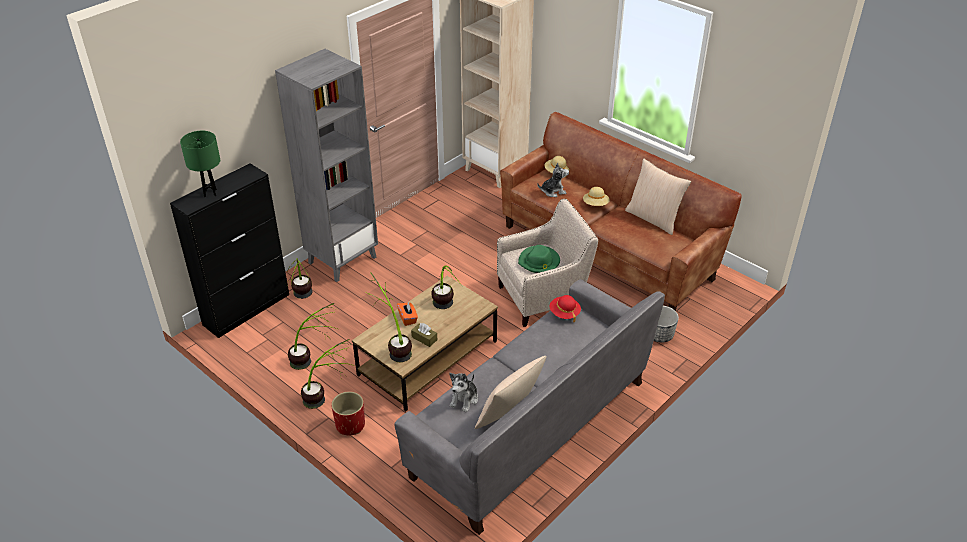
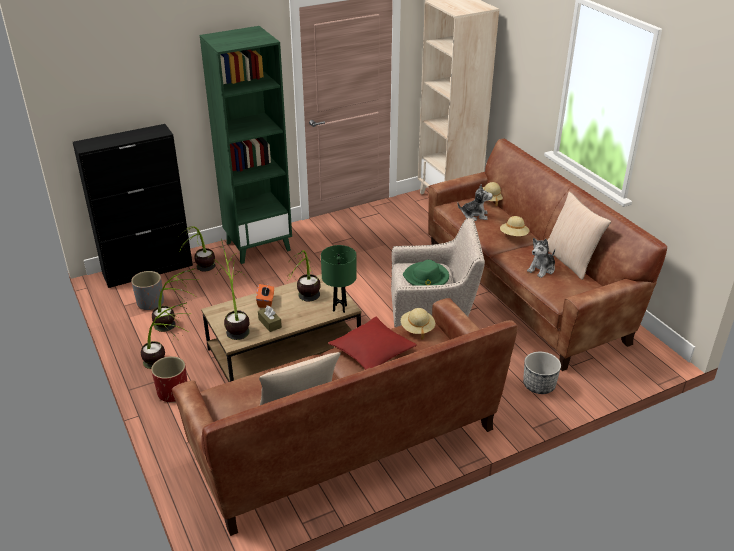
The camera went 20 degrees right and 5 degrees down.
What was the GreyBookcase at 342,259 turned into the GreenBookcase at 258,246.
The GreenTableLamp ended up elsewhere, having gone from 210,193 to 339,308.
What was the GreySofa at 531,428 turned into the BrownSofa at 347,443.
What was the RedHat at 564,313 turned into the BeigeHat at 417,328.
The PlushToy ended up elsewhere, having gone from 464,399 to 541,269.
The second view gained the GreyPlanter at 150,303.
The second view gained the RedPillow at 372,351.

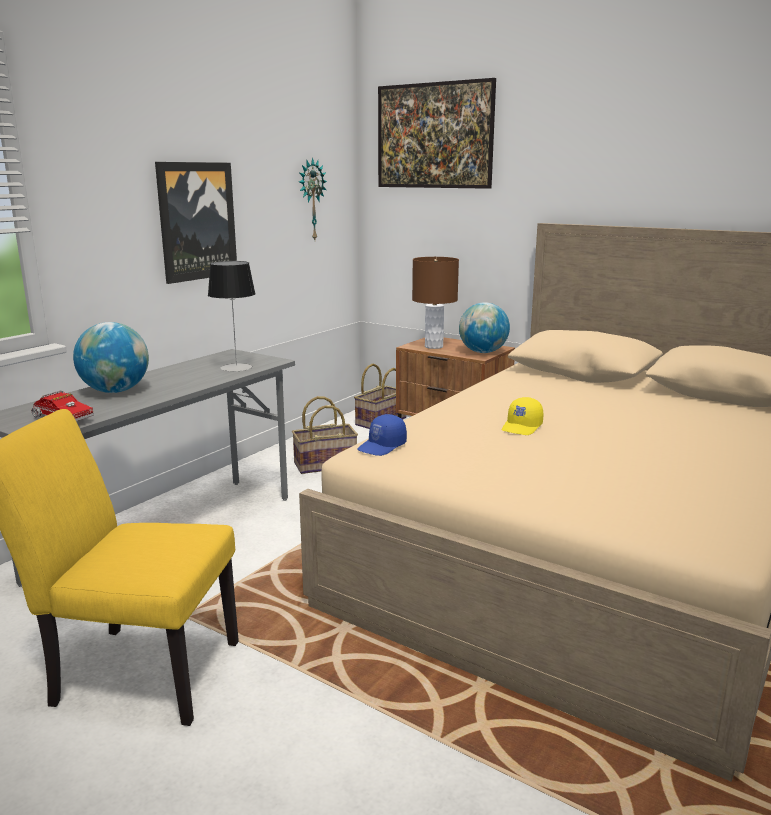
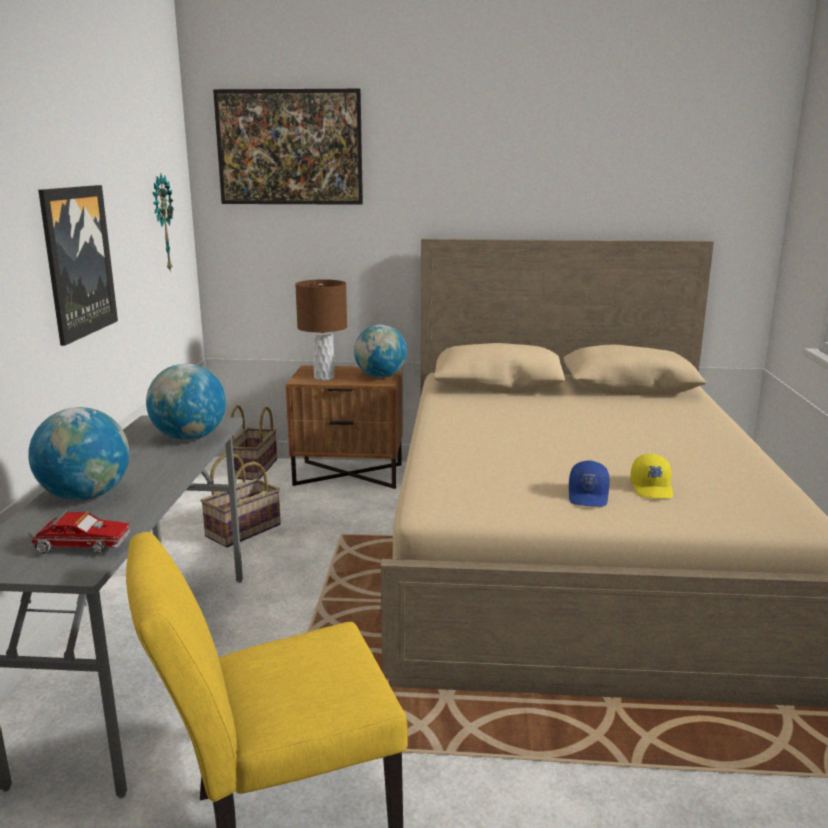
The camera went 30 degrees left and 0 degrees up.
Where the TableLamp stood at 236,367, the Globe came to stand at 189,438.
The YellowCap ended up elsewhere, having gone from 522,427 to 652,488.
The BlueCap ended up elsewhere, having gone from 382,447 to 589,496.

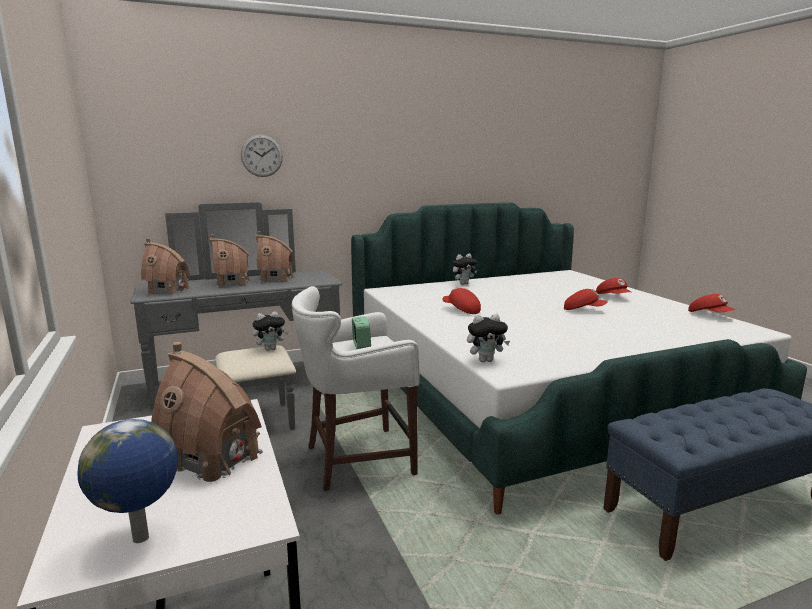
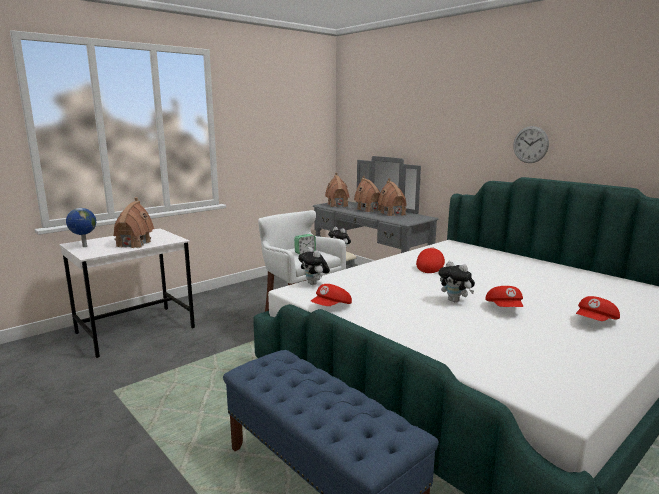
The camera went 70 degrees right and 0 degrees up.
The WallClock ended up elsewhere, having gone from 261,156 to 530,144.
The PlushToy ended up elsewhere, having gone from 463,284 to 455,301.
The RedCap ended up elsewhere, having gone from 710,315 to 331,307.

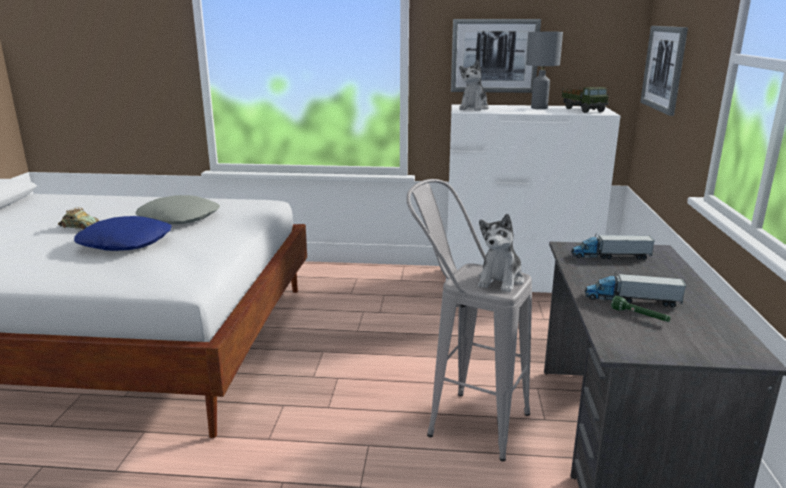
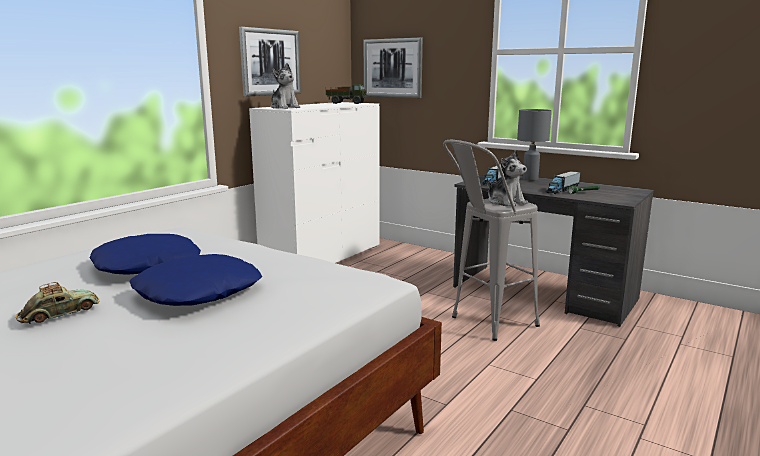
The camera went 60 degrees left and 5 degrees down.
The GreyTableLamp ended up elsewhere, having gone from 538,108 to 530,179.
What was the GreyPillow at 180,218 turned into the BluePillow at 147,265.

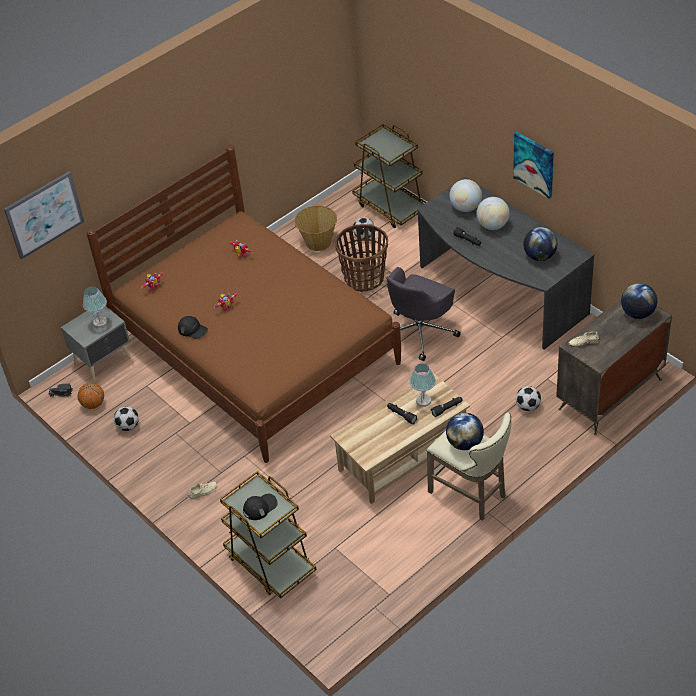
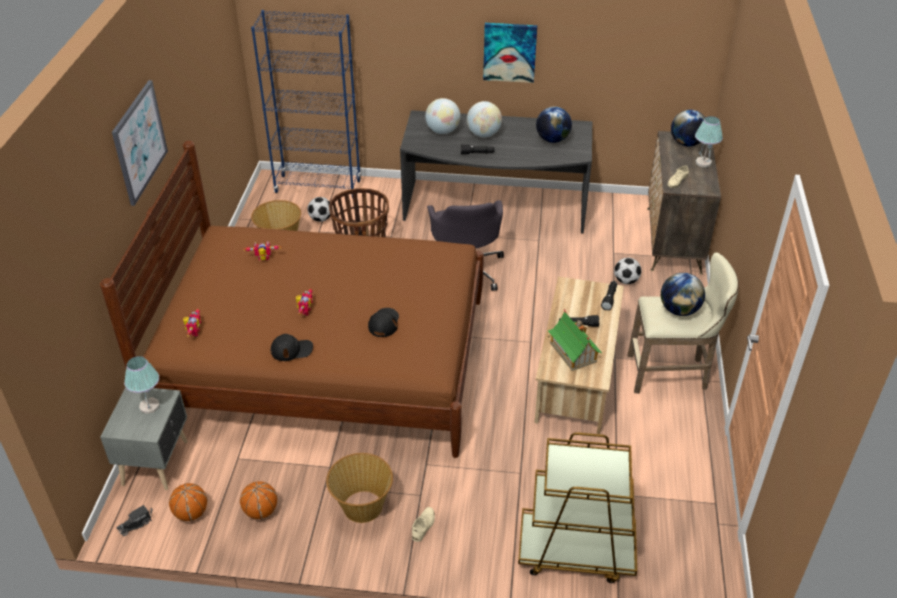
The camera went 45 degrees left and 5 degrees down.
Where the BrownCart stood at 390,206, the BlueBookcase came to stand at 318,186.
The Picture ended up elsewhere, having gone from 44,214 to 139,142.
The TableLamp ended up elsewhere, having gone from 423,400 to 703,163.
Where the Football stood at 128,426, the Basketball came to stand at 261,511.
The BlackCap ended up elsewhere, having gone from 260,507 to 384,323.
The second view gained the ToyHouse at 573,352.
The second view gained the Basket at 362,507.

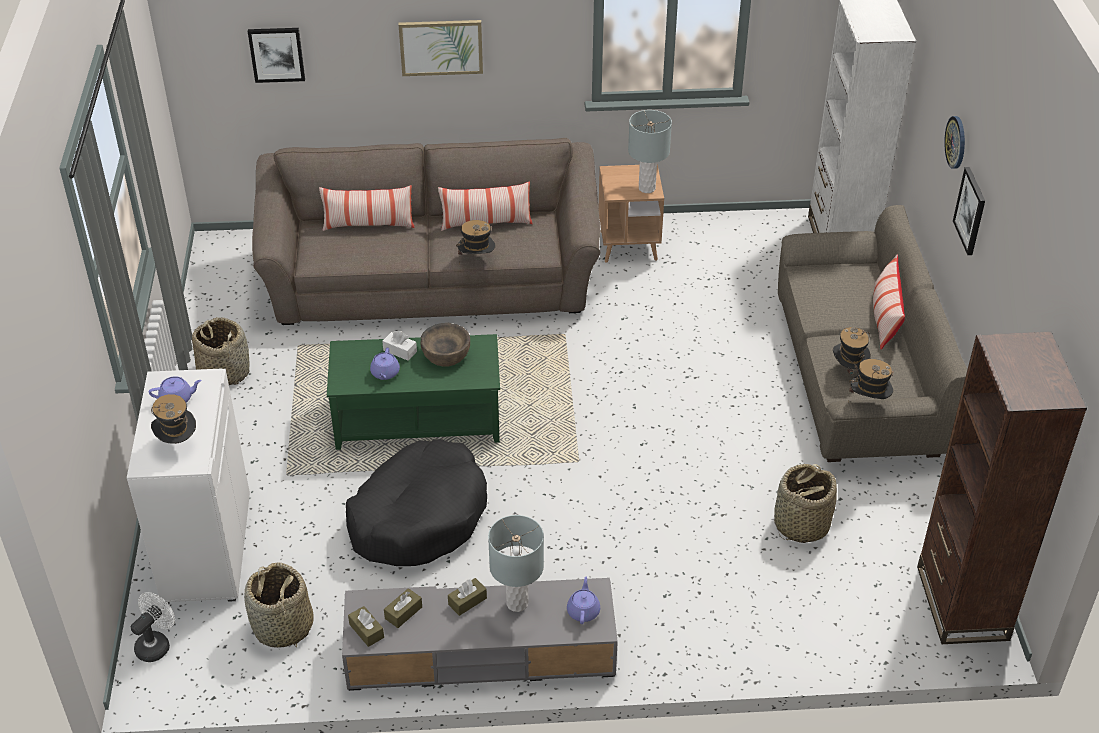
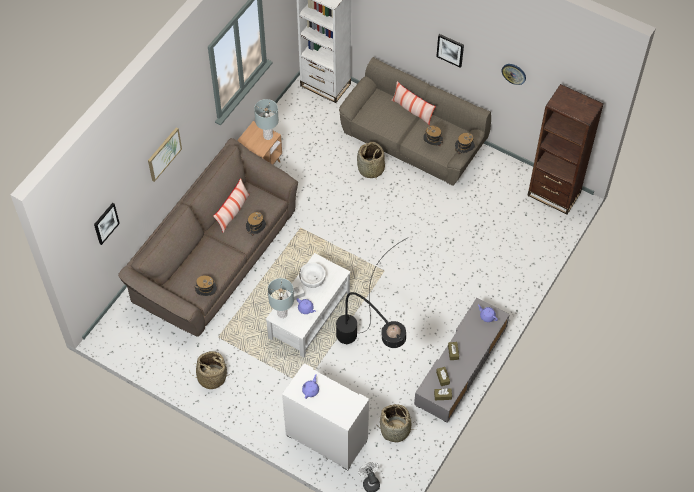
The camera went 55 degrees left and 15 degrees up.
The WallClock ended up elsewhere, having gone from 956,142 to 514,73.
The second view lost the Pillow at 368,225.
What was the BrownBowl at 446,354 turned into the WhiteBowl at 312,279.
What was the GreenCoffeeTable at 418,417 turned into the WhiteCoffeeTable at 308,314.
The Hat ended up elsewhere, having gone from 177,443 to 206,293.
Where the BlackDogBed stood at 418,517, the BlackFloorLamp came to stand at 370,347.
The Basket ended up elsewhere, having gone from 800,524 to 371,169.
The GreyTableLamp ended up elsewhere, having gone from 517,603 to 282,314.

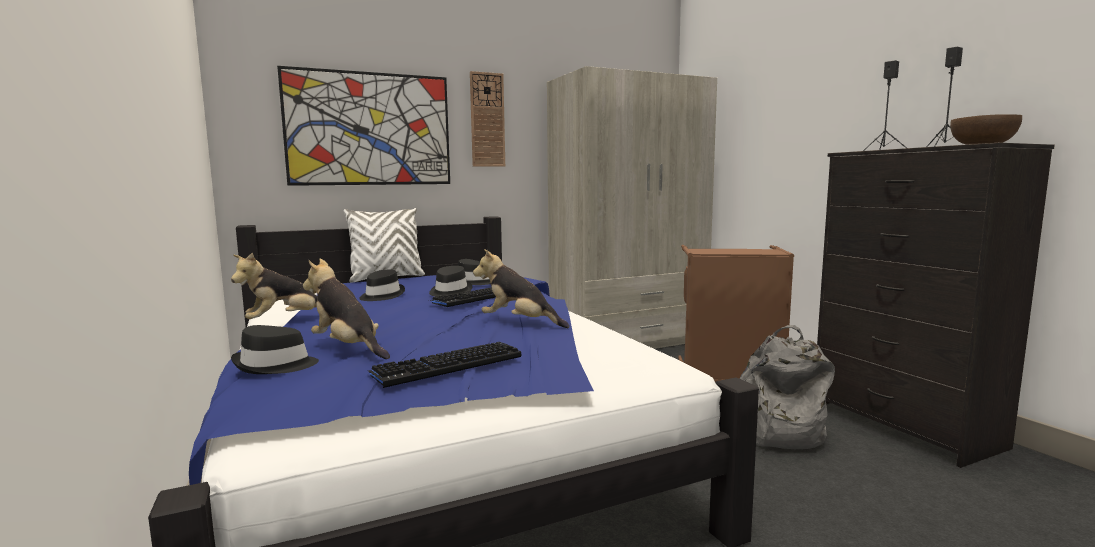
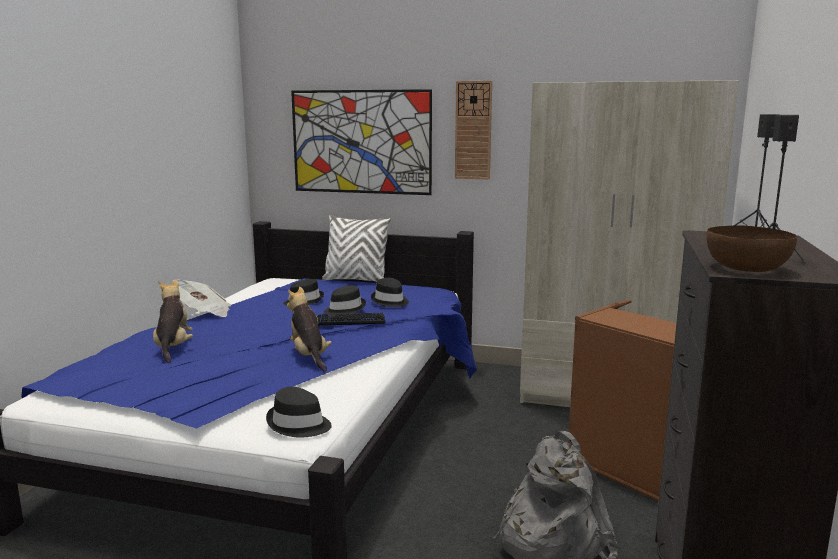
The camera went 40 degrees right and 5 degrees up.
Where the PlushToy stood at 285,321, the Newspaper came to stand at 203,313.
The BlackHat ended up elsewhere, having gone from 275,366 to 298,425.
The second view lost the Keyboard at 447,365.

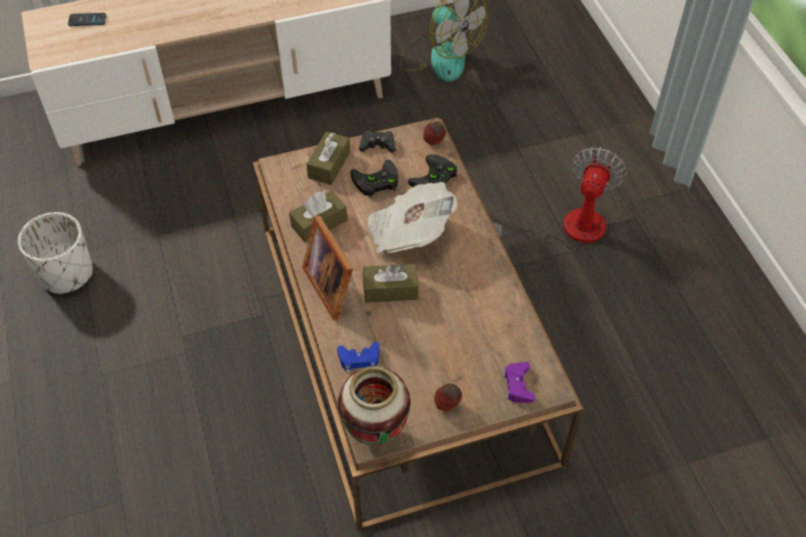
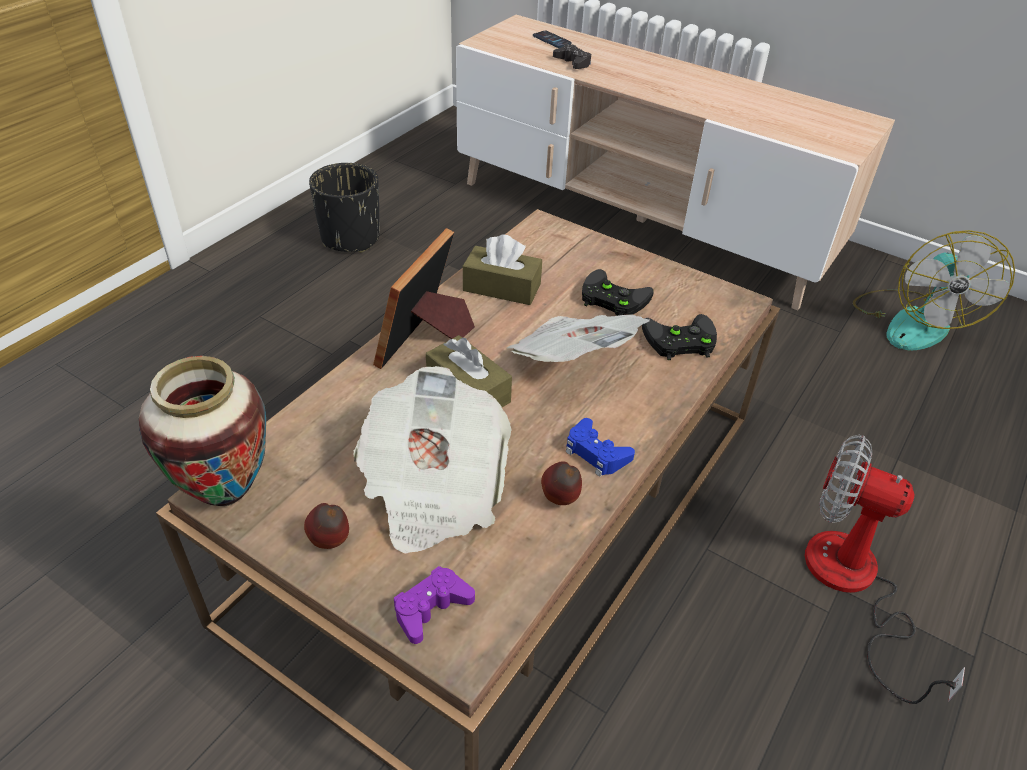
The camera went 50 degrees right and 10 degrees down.
The Apple ended up elsewhere, having gone from 434,142 to 560,500.
The BlackGameController ended up elsewhere, having gone from 377,145 to 572,62.
The second view lost the BrownTissueBox at 329,165.
The Fan at 568,230 ended up facing another way, 135 degrees counterclockwise from before.
What was the WhitePlanter at 66,273 turned into the BlackPlanter at 351,238.
The BlueGameController ended up elsewhere, having gone from 359,359 to 596,453.
The second view gained the Newspaper at 433,488.

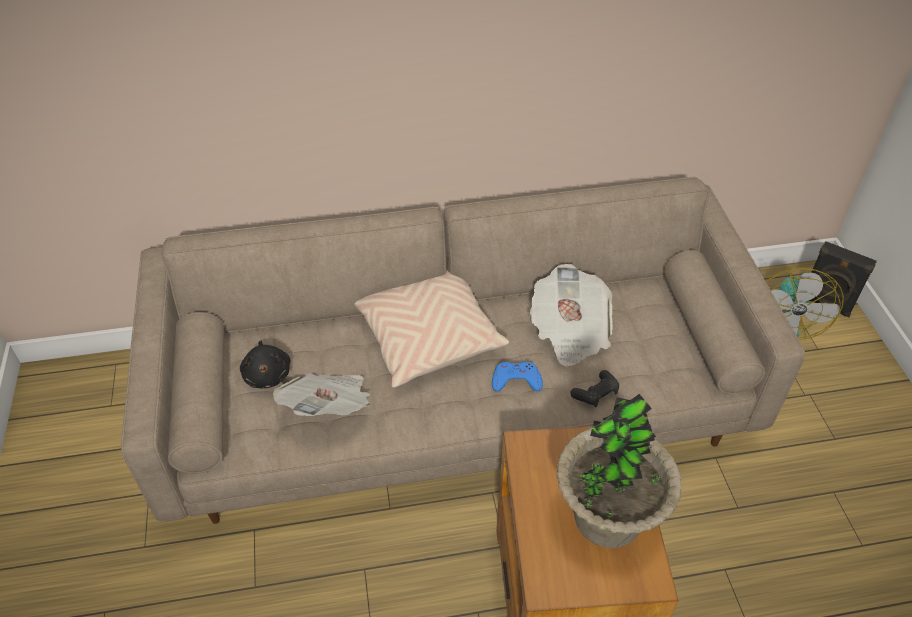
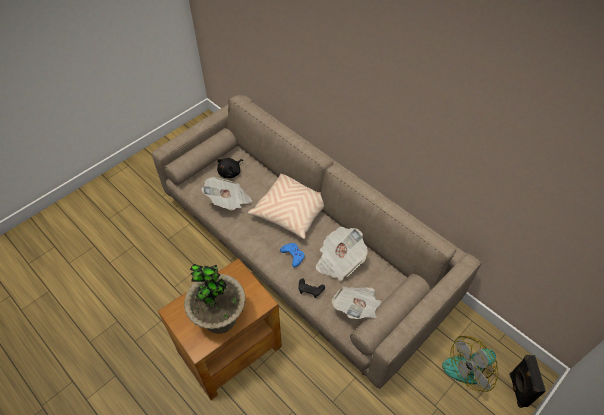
The camera went 55 degrees right and 5 degrees up.
The second view gained the Newspaper at 357,307.

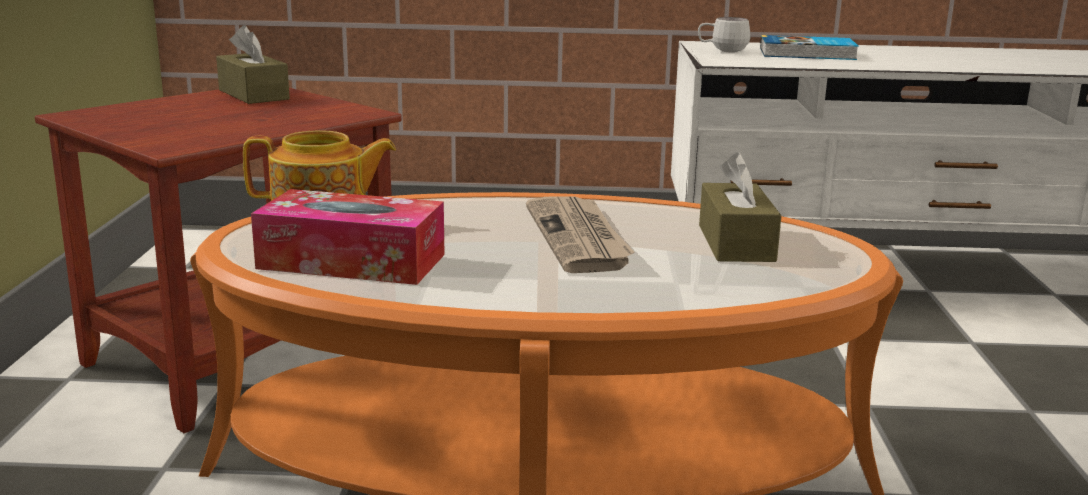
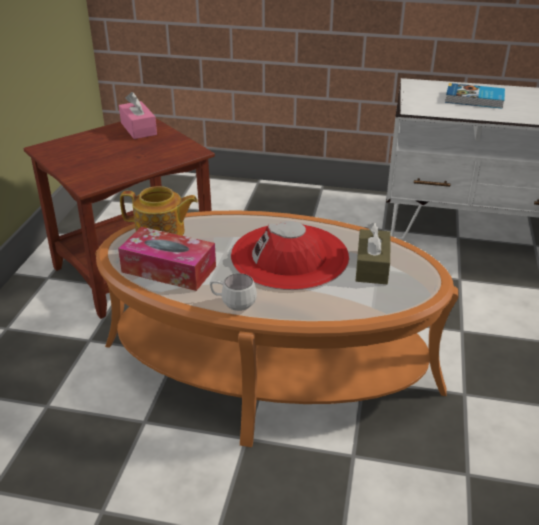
The camera went 10 degrees right and 15 degrees up.
The WhiteMug ended up elsewhere, having gone from 722,51 to 233,304.
What was the BrownTissueBox at 253,95 turned into the PinkTissueBox at 138,129.
Where the Newspaper stood at 579,238, the RedHat came to stand at 290,256.

